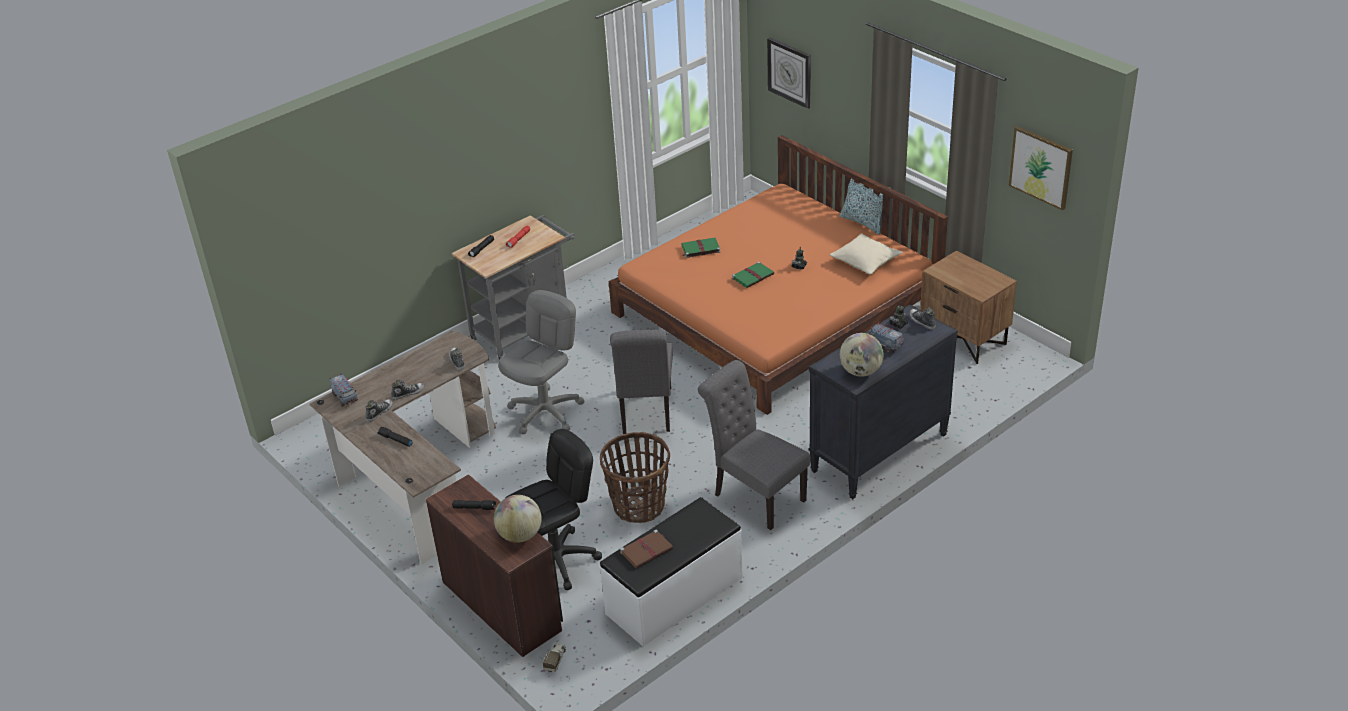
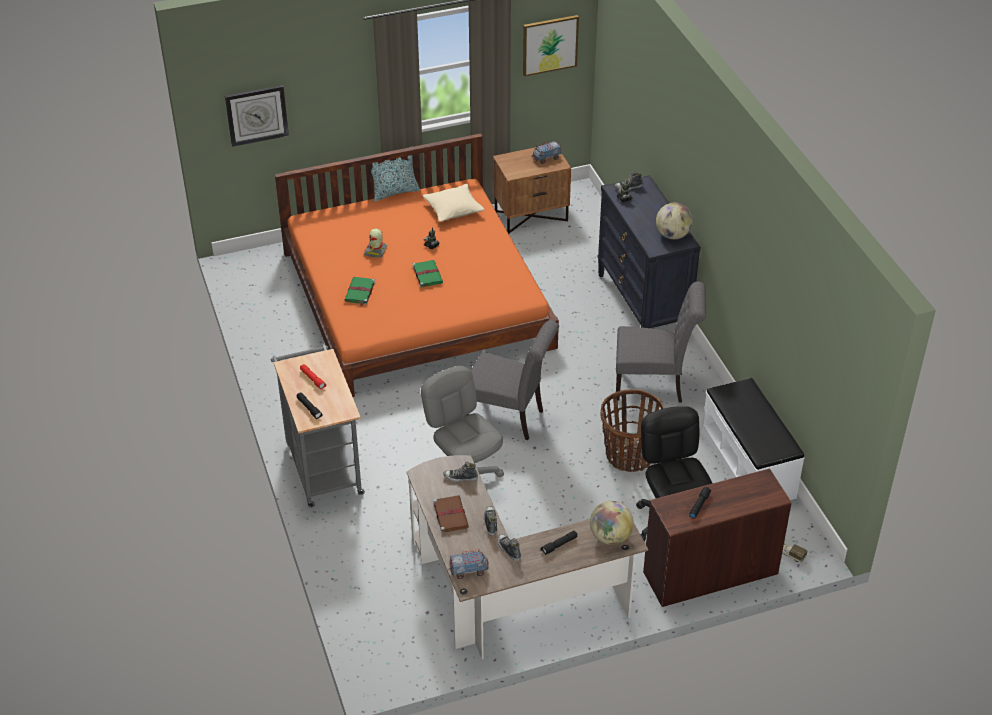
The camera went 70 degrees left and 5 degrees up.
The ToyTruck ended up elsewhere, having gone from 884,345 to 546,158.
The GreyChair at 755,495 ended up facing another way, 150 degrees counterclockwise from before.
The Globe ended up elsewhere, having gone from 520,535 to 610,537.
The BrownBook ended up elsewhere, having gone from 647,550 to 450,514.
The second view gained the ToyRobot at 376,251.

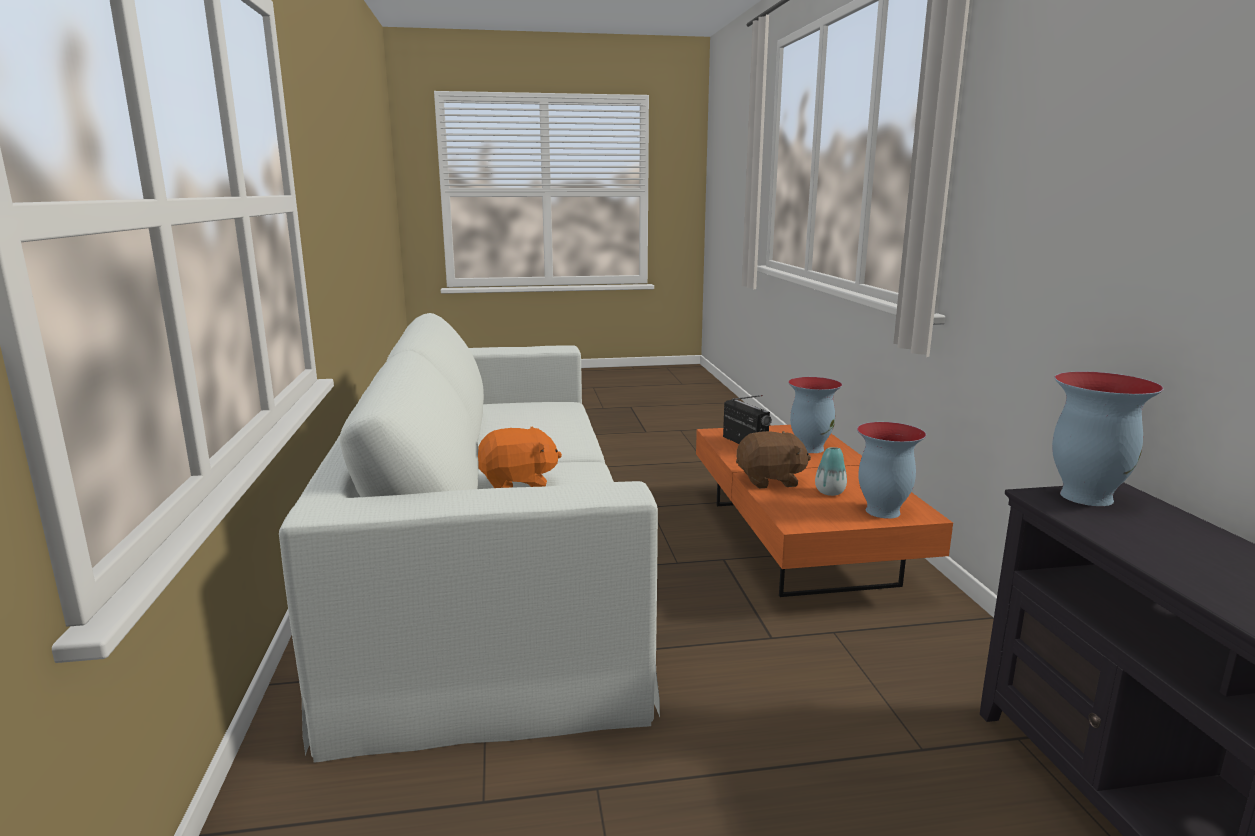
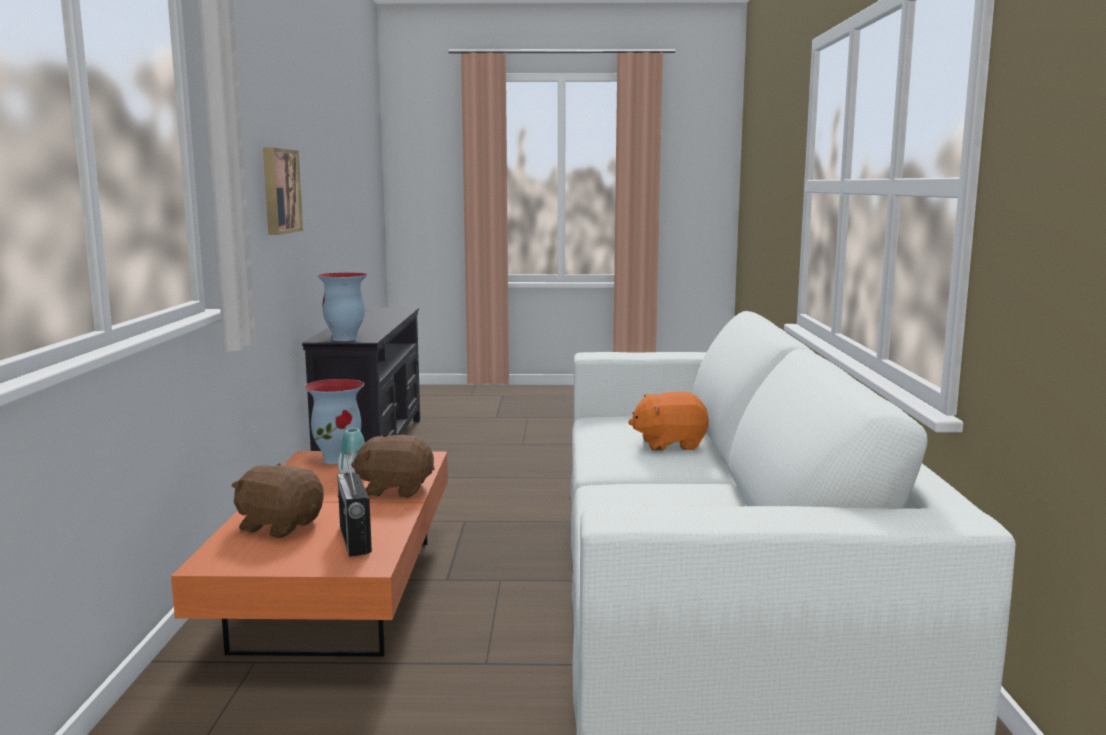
The camera went 170 degrees left and 5 degrees down.
Where the Vase stood at 809,448, the BrownPlushToy came to stand at 280,526.
The second view gained the Picture at 278,191.

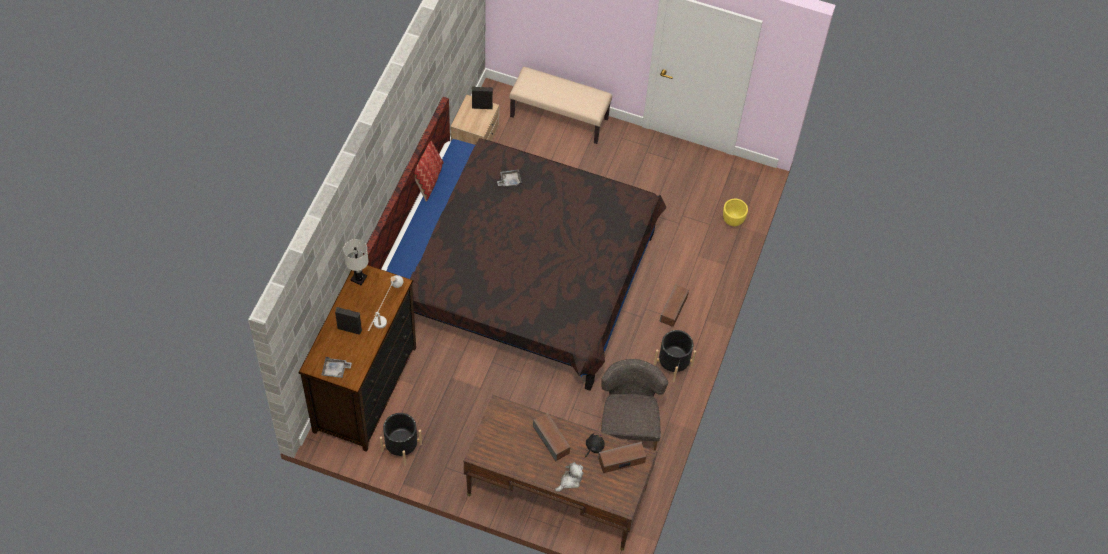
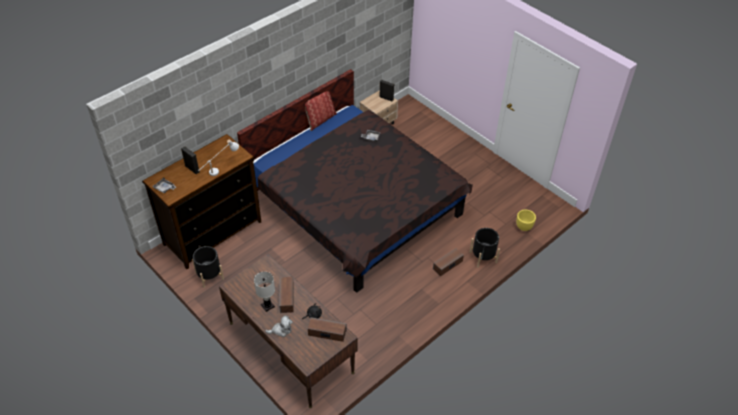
The camera went 30 degrees right and 10 degrees down.
The second view lost the BeigeBench at 559,117.
The WhiteTableLamp ended up elsewhere, having gone from 358,278 to 267,306.
The BlackPlanter ended up elsewhere, having gone from 673,364 to 483,257.
The second view lost the GreyChair at 628,428.

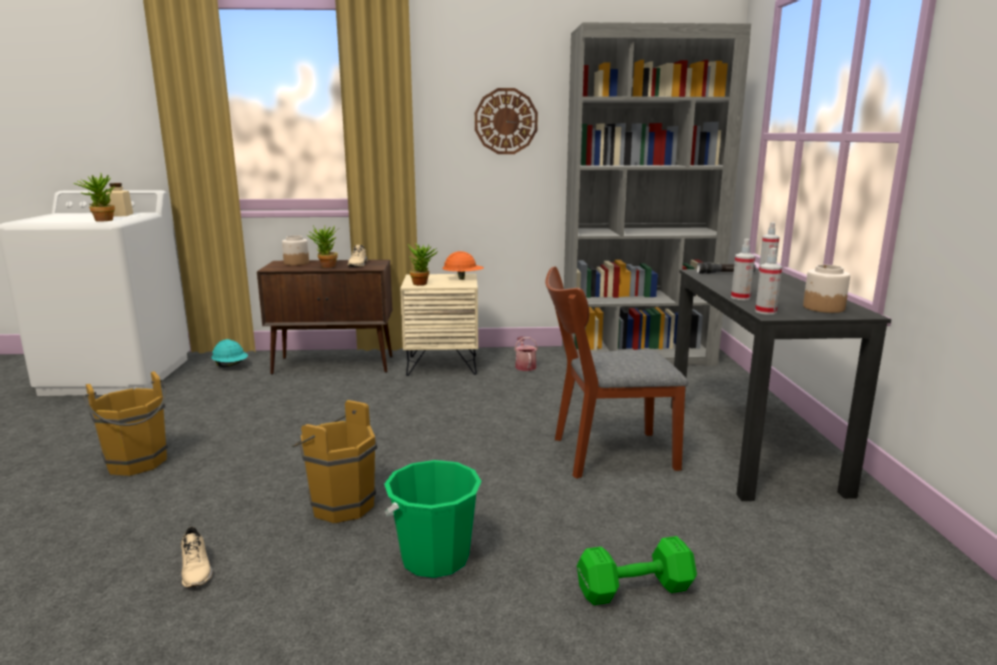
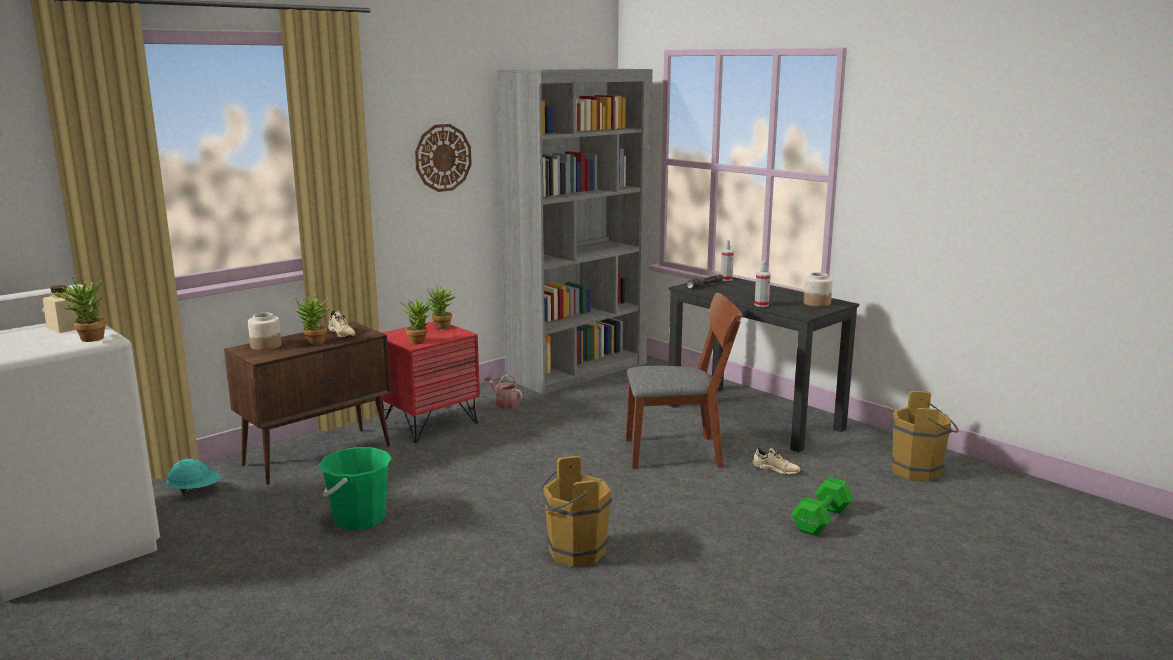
The camera went 40 degrees left and 0 degrees up.
The second view lost the SprayBottle at 765,312.
Where the OrangeHardHat stood at 463,278, the PottedPlant came to stand at 442,328.
The BrownChair at 604,454 ended up facing another way, 135 degrees counterclockwise from before.
What was the BeigeNightstand at 442,365 turned into the RedNightstand at 429,424.
The BrownBucket ended up elsewhere, having gone from 137,464 to 920,471.
The GreenBucket ended up elsewhere, having gone from 435,558 to 359,519.
The BeigeShoe ended up elsewhere, having gone from 197,569 to 776,469.

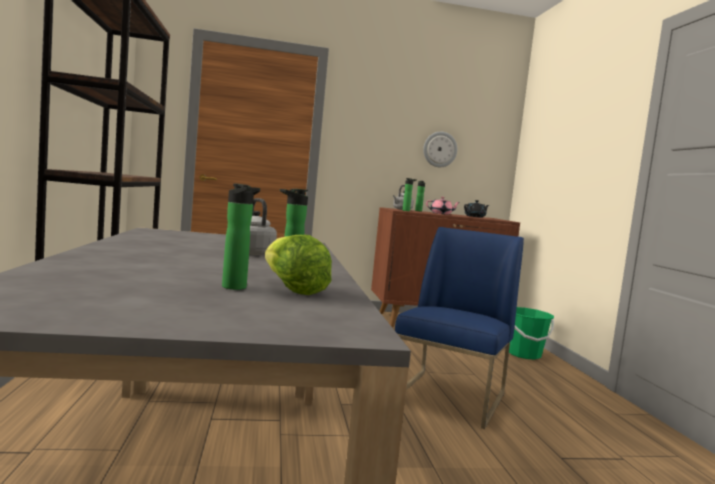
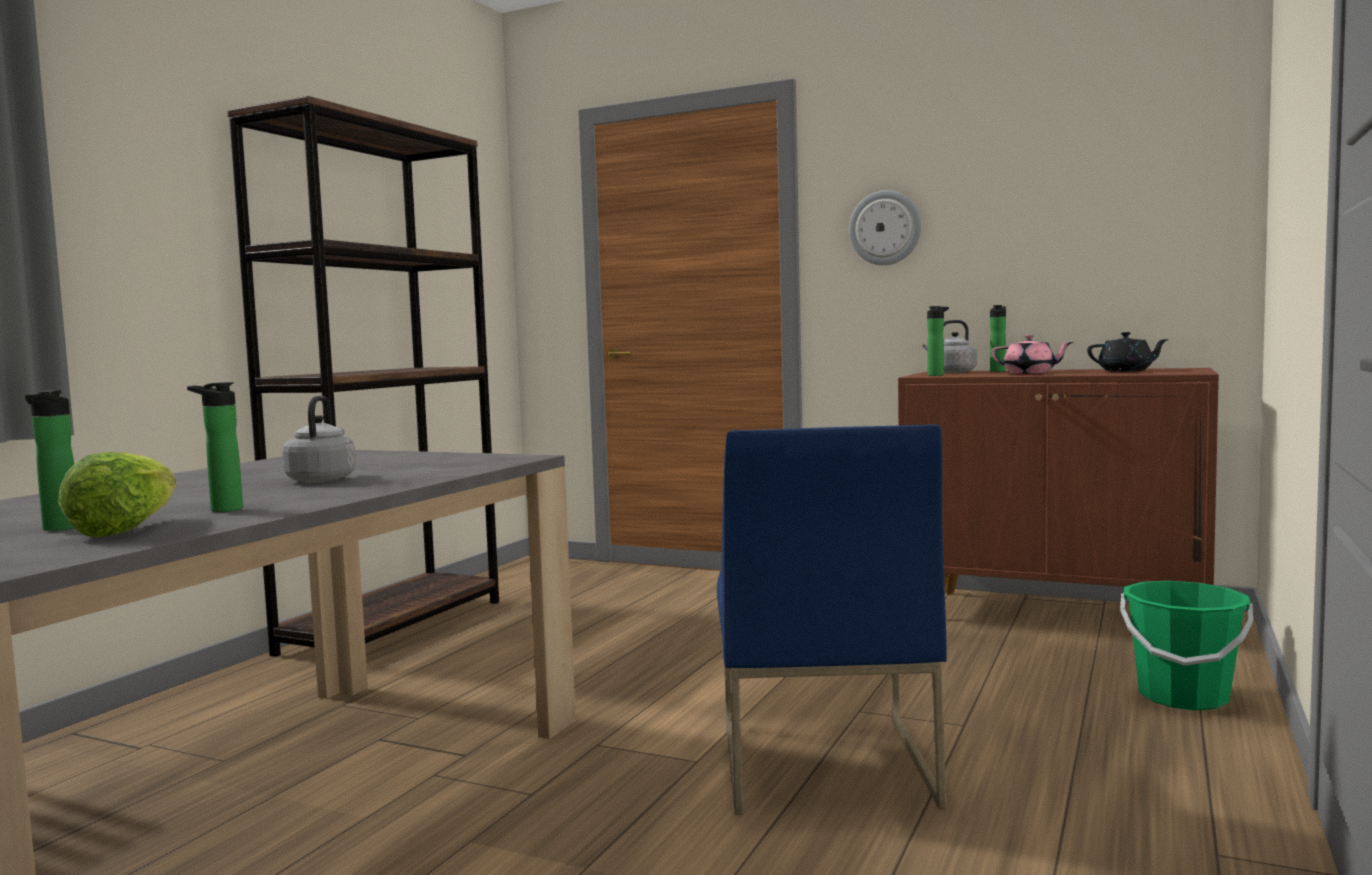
The camera went 35 degrees right and 0 degrees up.
The WallClock ended up elsewhere, having gone from 440,149 to 885,228.
The BlueChair at 450,398 ended up facing another way, 120 degrees clockwise from before.

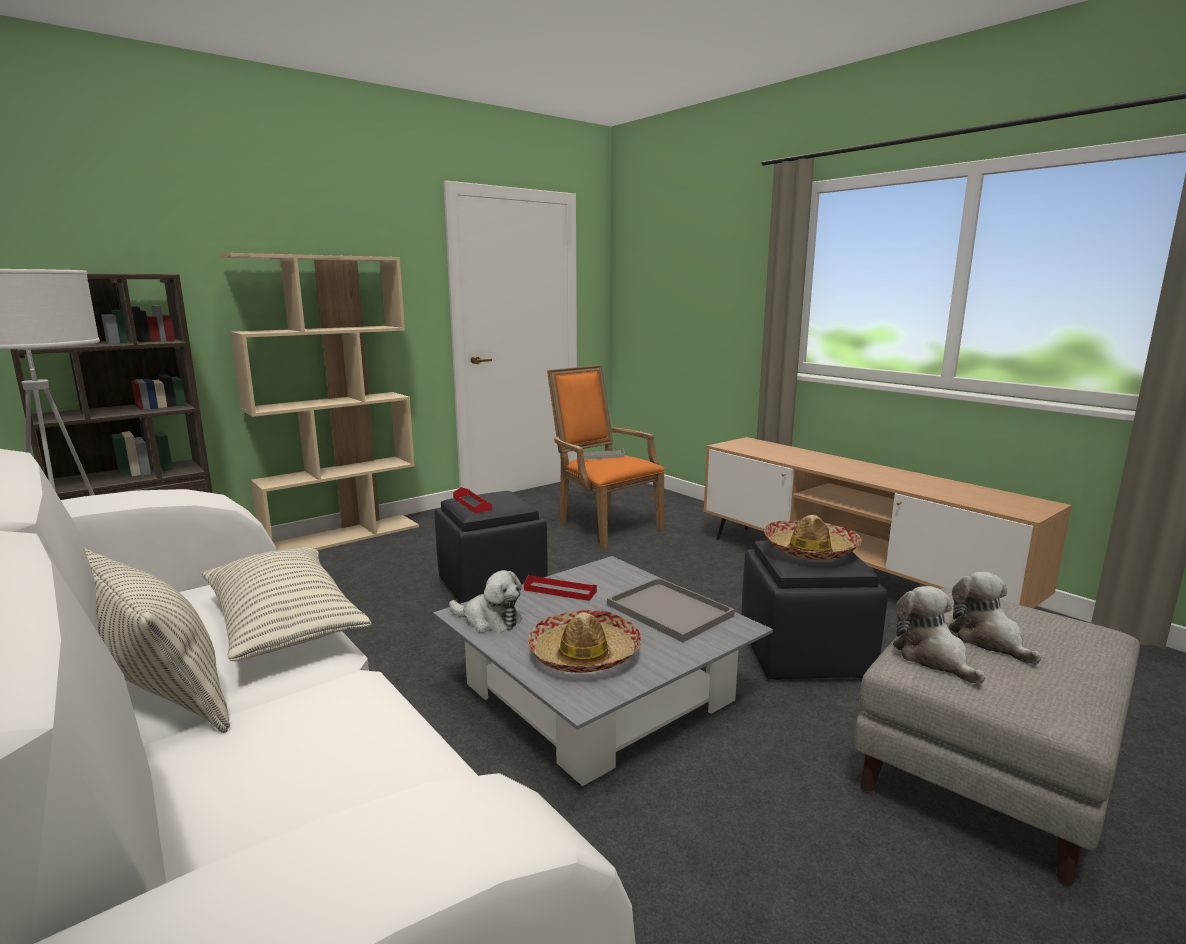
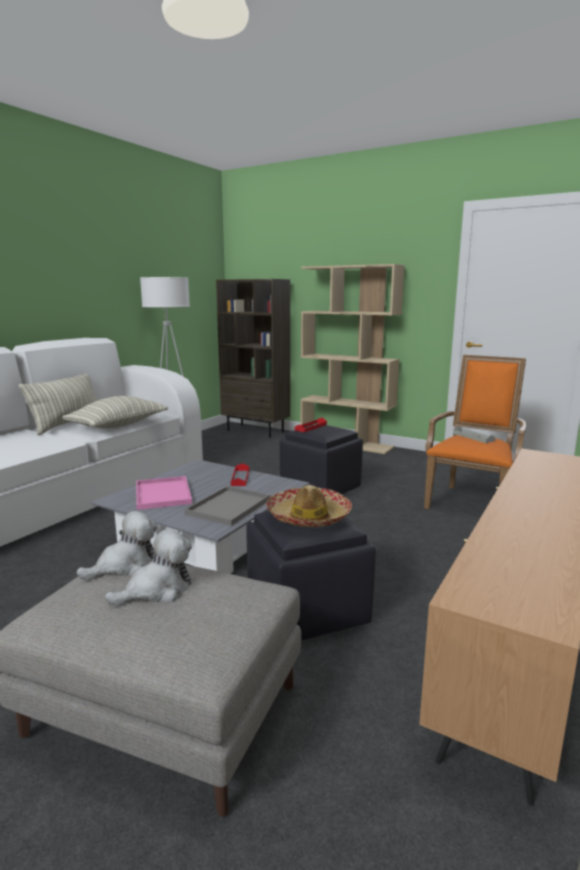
The camera went 70 degrees right and 0 degrees up.
The second view lost the PlushToy at 489,620.
Where the Hat stood at 584,654, the PinkTray came to stand at 162,493.

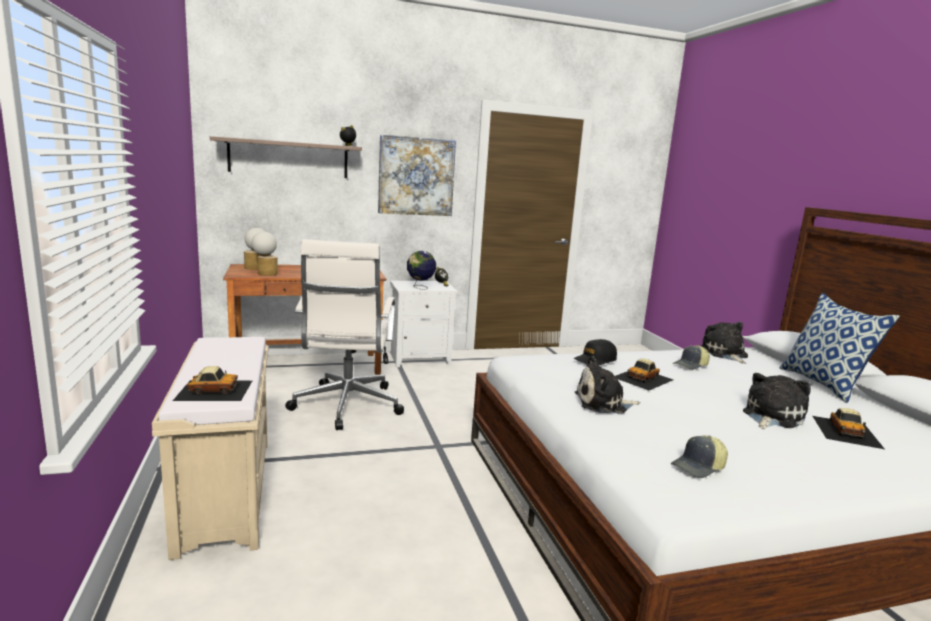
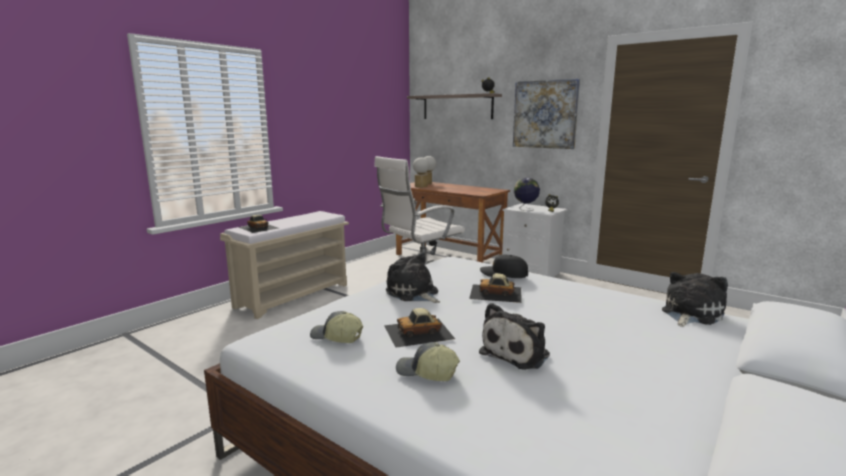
The camera went 55 degrees right and 0 degrees up.
The second view lost the Pillow at 824,384.
The Cap ended up elsewhere, having gone from 691,366 to 426,373.
The PlushToy at 771,416 ended up facing another way, 120 degrees clockwise from before.
The ToyCar ended up elsewhere, having gone from 846,431 to 419,332.

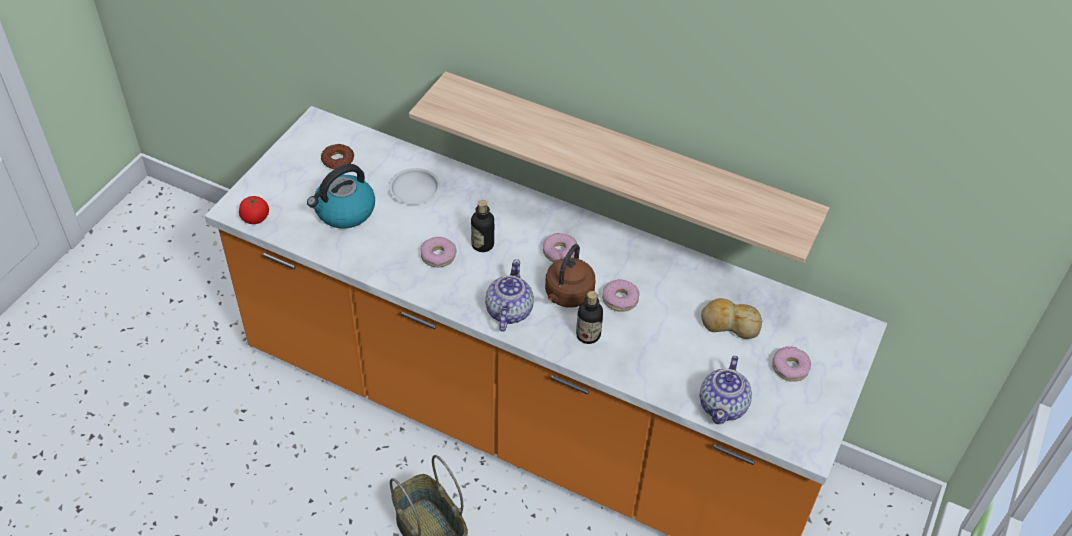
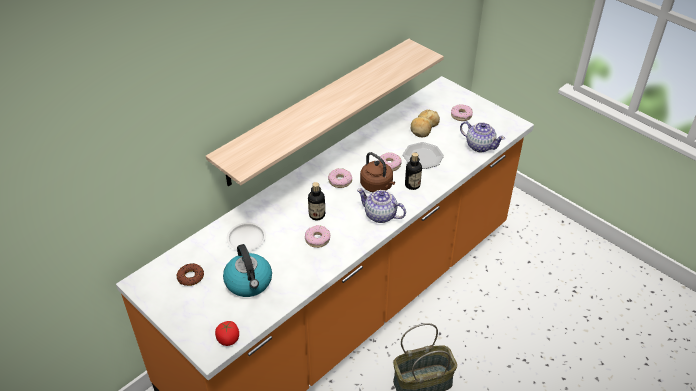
The camera went 70 degrees left and 5 degrees down.
The second view gained the Plate at 423,157.

